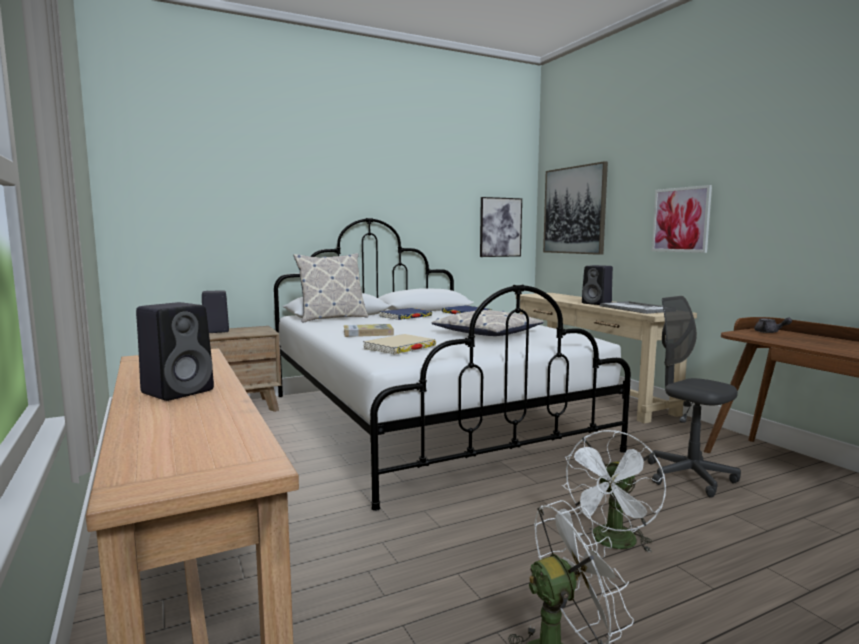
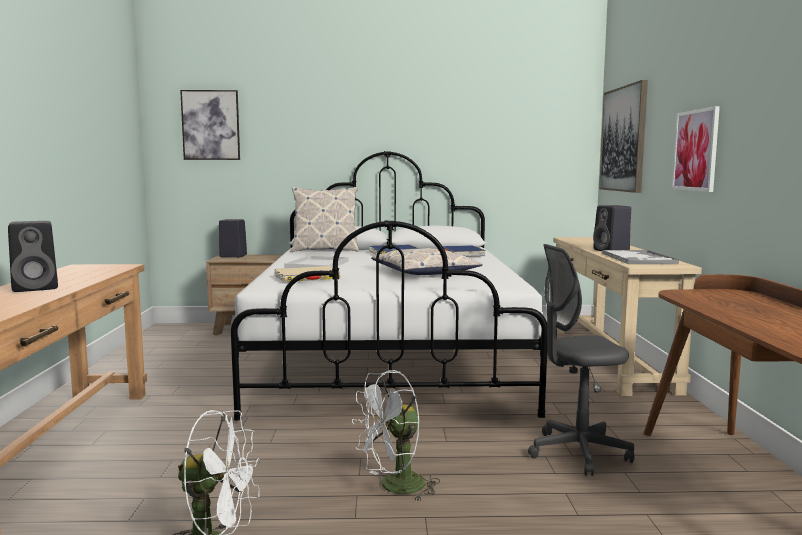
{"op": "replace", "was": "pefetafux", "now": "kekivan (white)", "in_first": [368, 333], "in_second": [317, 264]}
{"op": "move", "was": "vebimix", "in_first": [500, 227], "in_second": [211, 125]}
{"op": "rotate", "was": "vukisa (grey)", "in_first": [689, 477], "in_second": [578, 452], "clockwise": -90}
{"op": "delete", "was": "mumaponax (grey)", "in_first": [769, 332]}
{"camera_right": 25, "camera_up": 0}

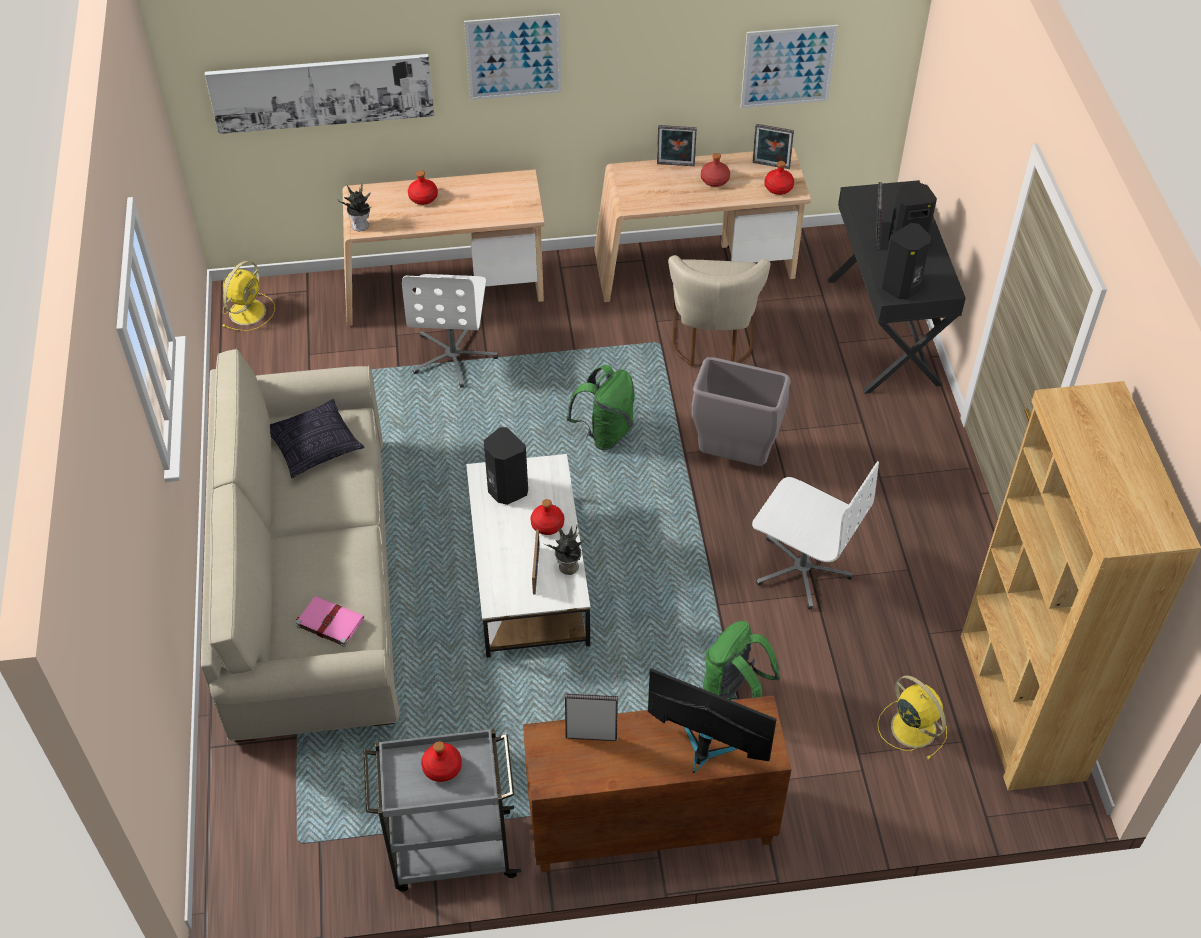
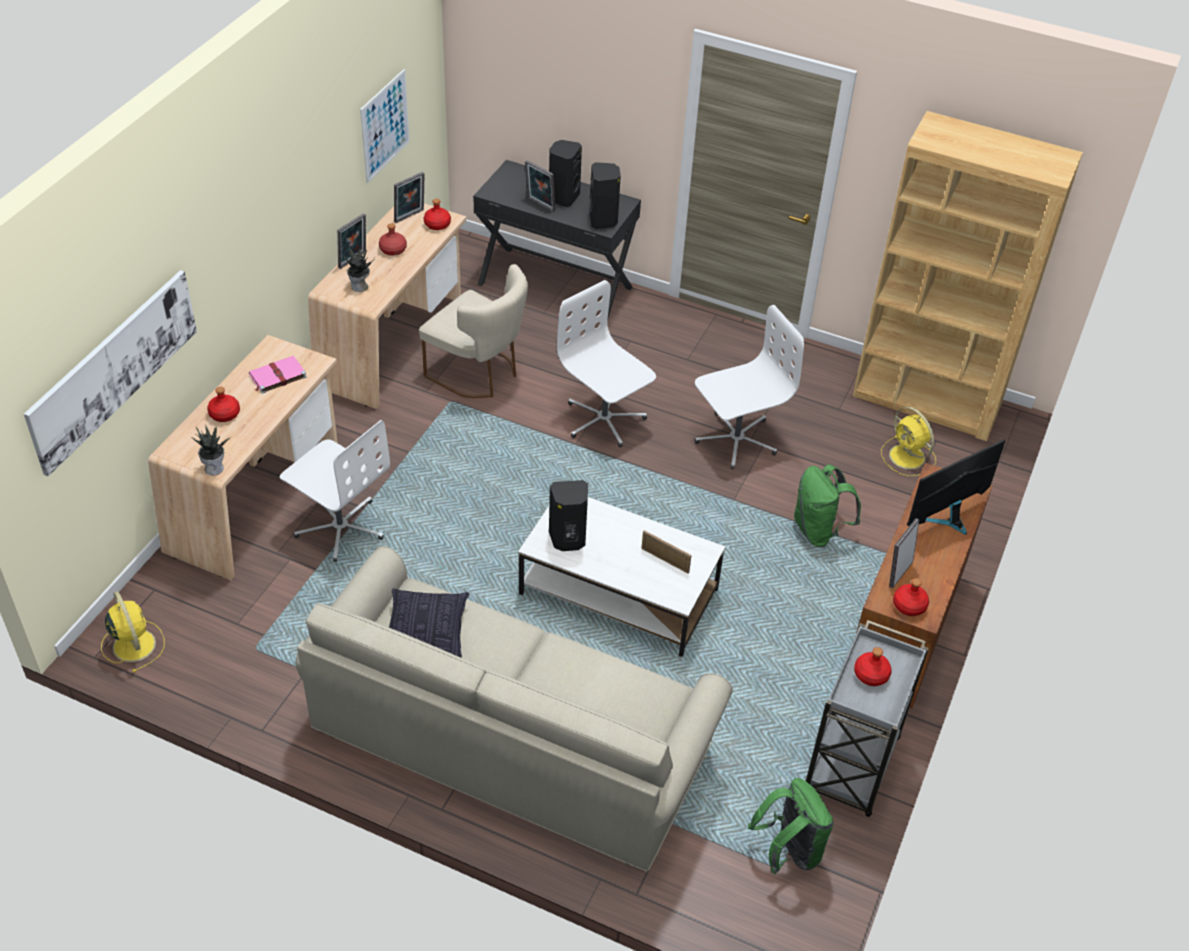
{"op": "move", "was": "pefetafux (pink)", "in_first": [329, 622], "in_second": [277, 376]}
{"op": "delete", "was": "vebimix", "in_first": [514, 57]}
{"op": "move", "was": "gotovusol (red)", "in_first": [548, 524], "in_second": [909, 605]}
{"op": "move", "was": "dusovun", "in_first": [568, 567], "in_second": [360, 287]}
{"op": "move", "was": "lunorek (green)", "in_first": [605, 432], "in_second": [788, 851]}
{"op": "replace", "was": "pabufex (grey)", "now": "vukisa (white)", "in_first": [734, 457], "in_second": [604, 420]}
{"op": "rotate", "was": "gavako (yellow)", "in_first": [911, 726], "in_second": [908, 457], "clockwise": -120}
{"camera_right": -60, "camera_up": -5}

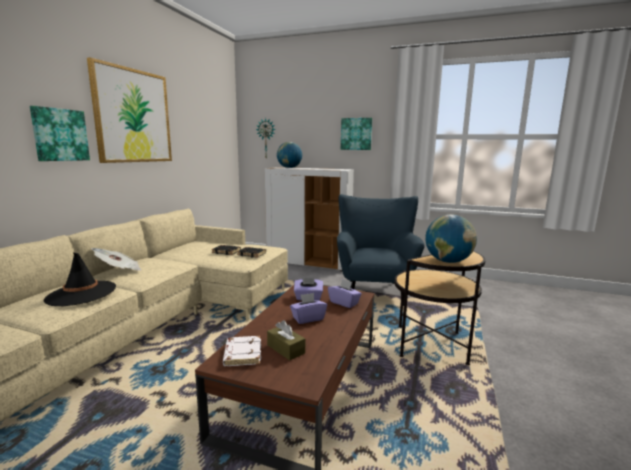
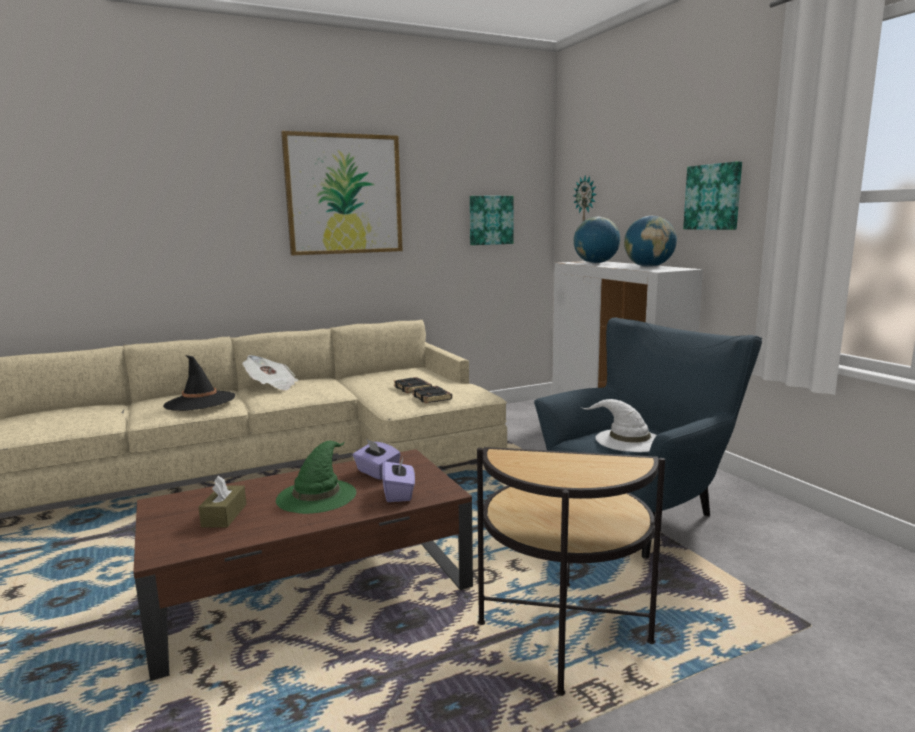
{"op": "move", "was": "vebimix", "in_first": [60, 135], "in_second": [490, 220]}
{"op": "delete", "was": "pefetafux (white)", "in_first": [242, 354]}
{"op": "replace", "was": "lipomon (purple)", "now": "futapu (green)", "in_first": [308, 318], "in_second": [317, 495]}
{"op": "move", "was": "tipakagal", "in_first": [448, 261], "in_second": [648, 266]}
{"op": "insert", "now": "futapu (white)", "in_second": [628, 440]}
{"camera_right": 45, "camera_up": 0}

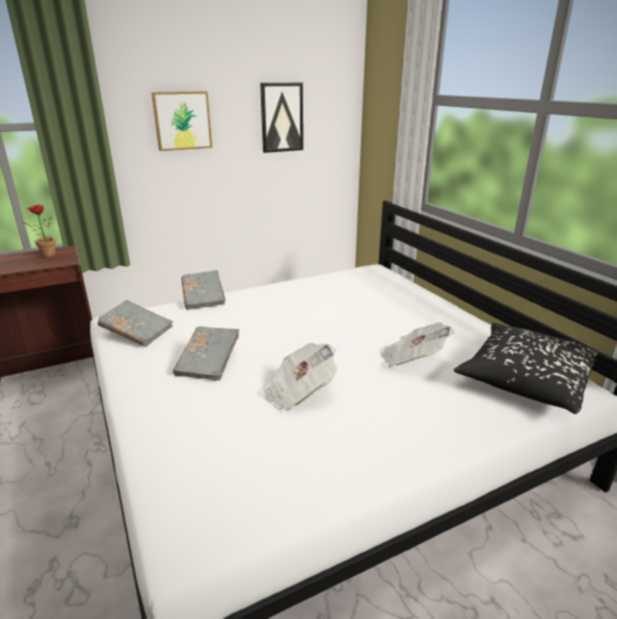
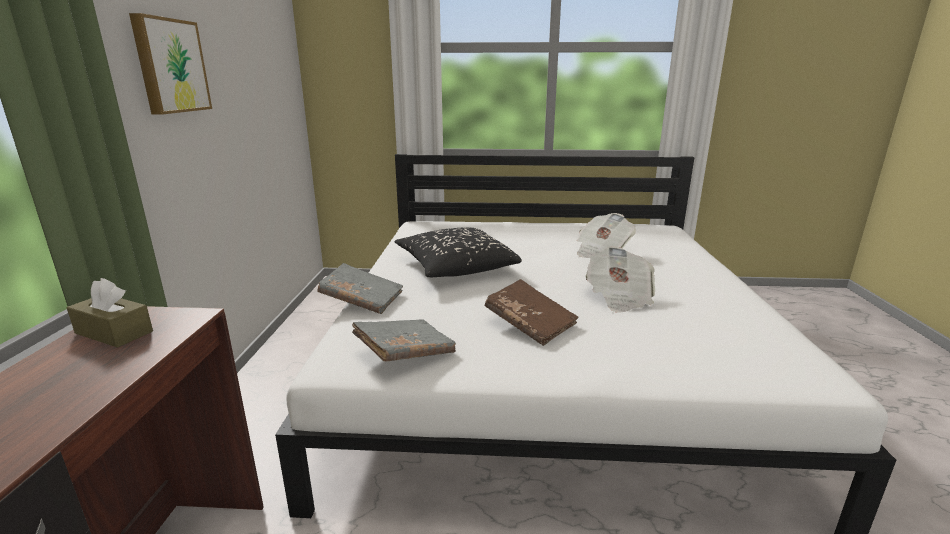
{"op": "replace", "was": "dusovun", "now": "lipomon (brown)", "in_first": [45, 255], "in_second": [114, 332]}
{"op": "recolor", "was": "pefetafux (grey)", "now": "pefetafux (brown)", "in_first": [209, 362], "in_second": [530, 324]}
{"op": "delete", "was": "vebimix", "in_first": [281, 117]}
{"op": "move", "was": "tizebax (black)", "in_first": [525, 378], "in_second": [455, 266]}
{"camera_right": -60, "camera_up": -5}

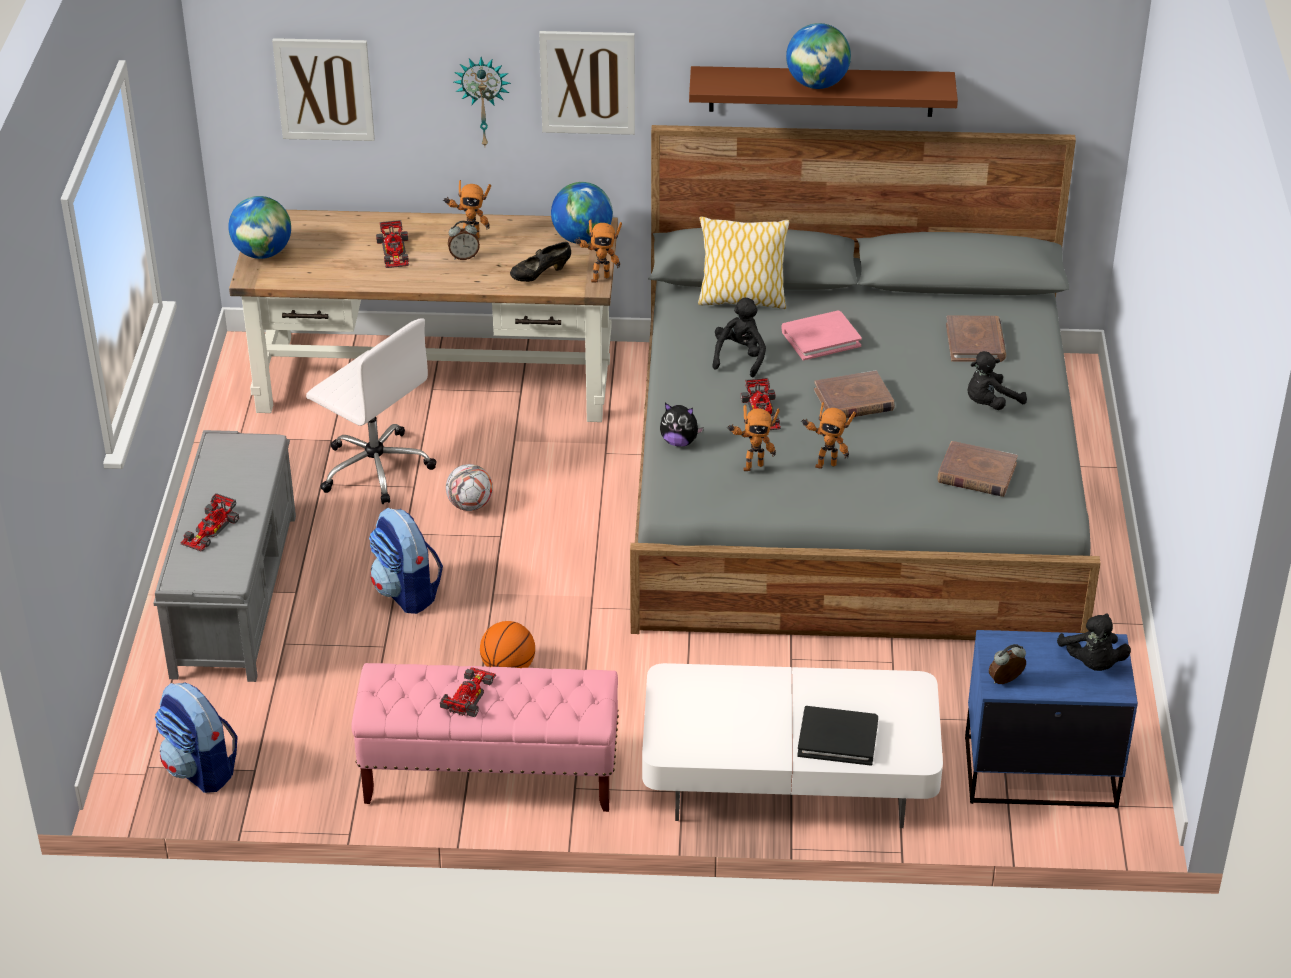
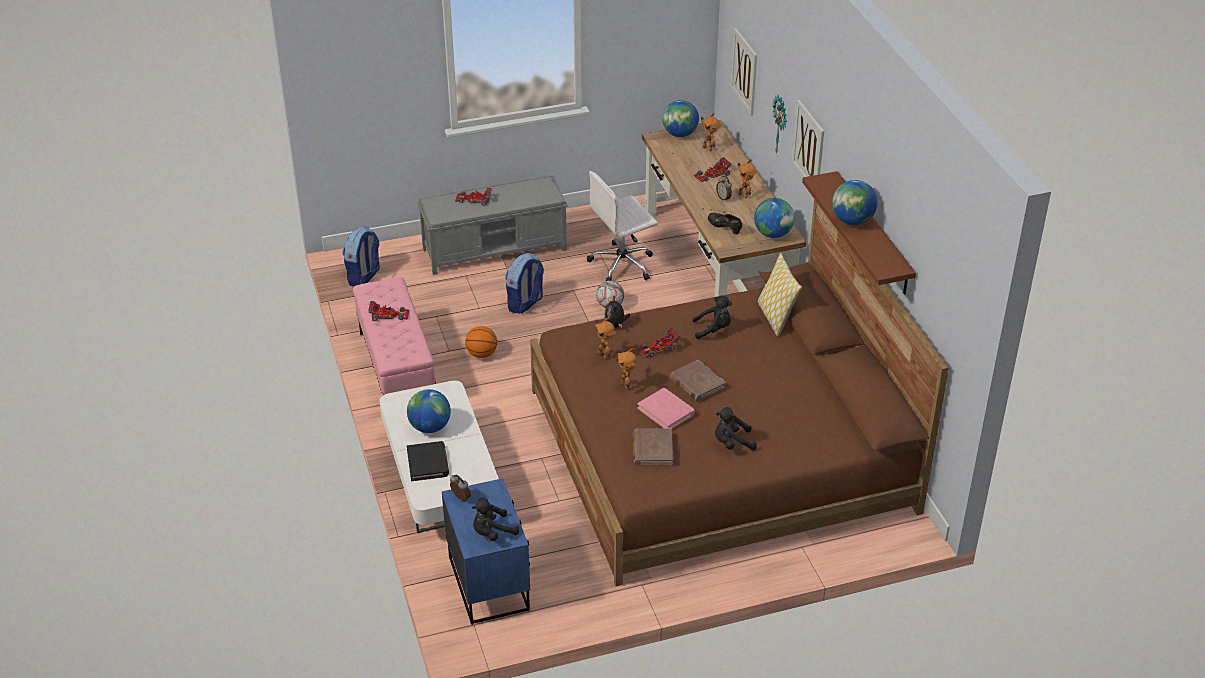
{"op": "rotate", "was": "vukisa (white)", "in_first": [374, 467], "in_second": [623, 264], "clockwise": 45}
{"op": "move", "was": "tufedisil", "in_first": [598, 278], "in_second": [708, 148]}
{"op": "recolor", "was": "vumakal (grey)", "now": "vumakal (brown)", "in_first": [853, 483], "in_second": [720, 450]}
{"op": "move", "was": "pefetafux (pink)", "in_first": [820, 338], "in_second": [666, 411]}
{"op": "delete", "was": "pefetafux (brown)", "in_first": [975, 342]}
{"op": "rotate", "was": "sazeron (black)", "in_first": [990, 404], "in_second": [732, 443], "clockwise": -45}
{"op": "insert", "now": "tipakagal", "in_second": [430, 427]}
{"camera_right": 70, "camera_up": 0}

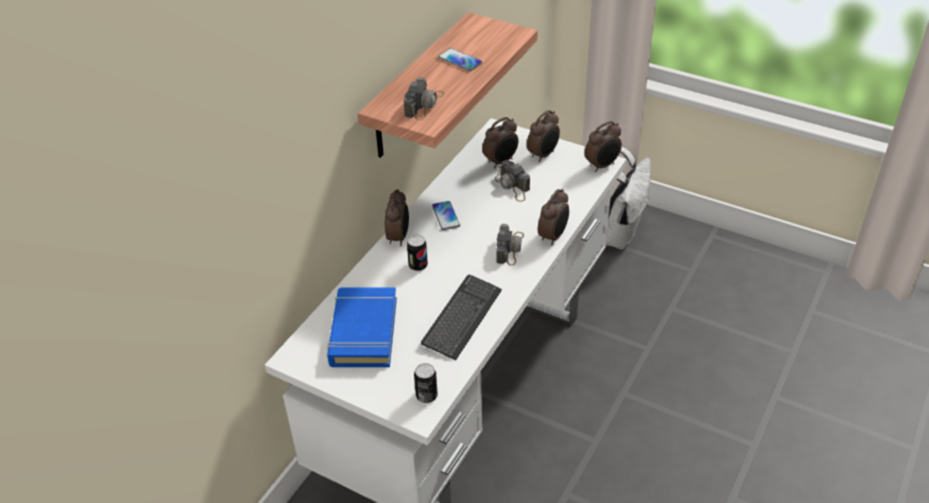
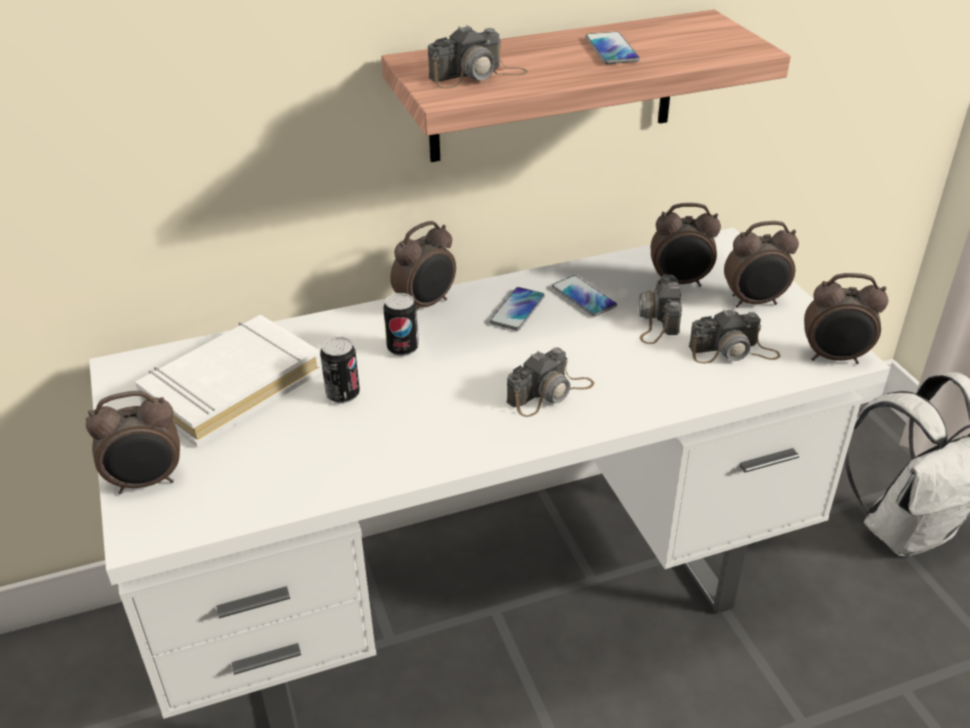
{"op": "recolor", "was": "pefetafux (blue)", "now": "pefetafux (white)", "in_first": [363, 332], "in_second": [231, 387]}
{"op": "move", "was": "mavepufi", "in_first": [426, 396], "in_second": [343, 394]}
{"op": "delete", "was": "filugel", "in_first": [462, 318]}
{"op": "move", "was": "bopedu", "in_first": [553, 236], "in_second": [147, 482]}
{"op": "insert", "now": "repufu", "in_second": [583, 297]}
{"op": "insert", "now": "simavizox", "in_second": [733, 351]}
{"camera_right": 40, "camera_up": -5}

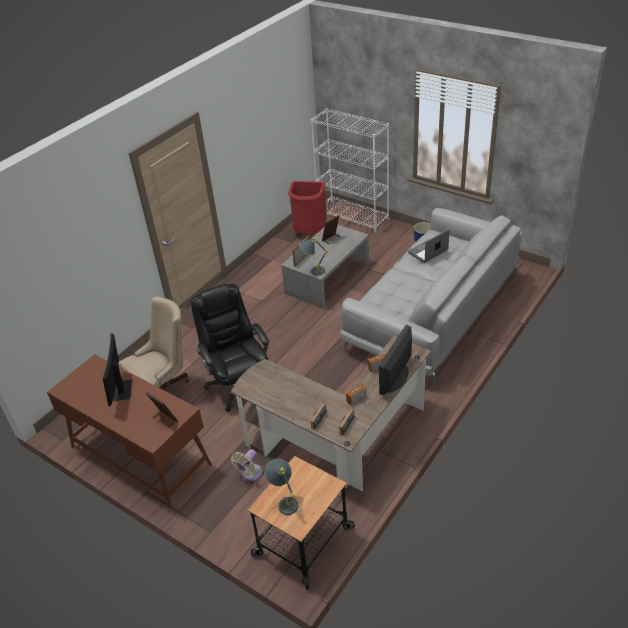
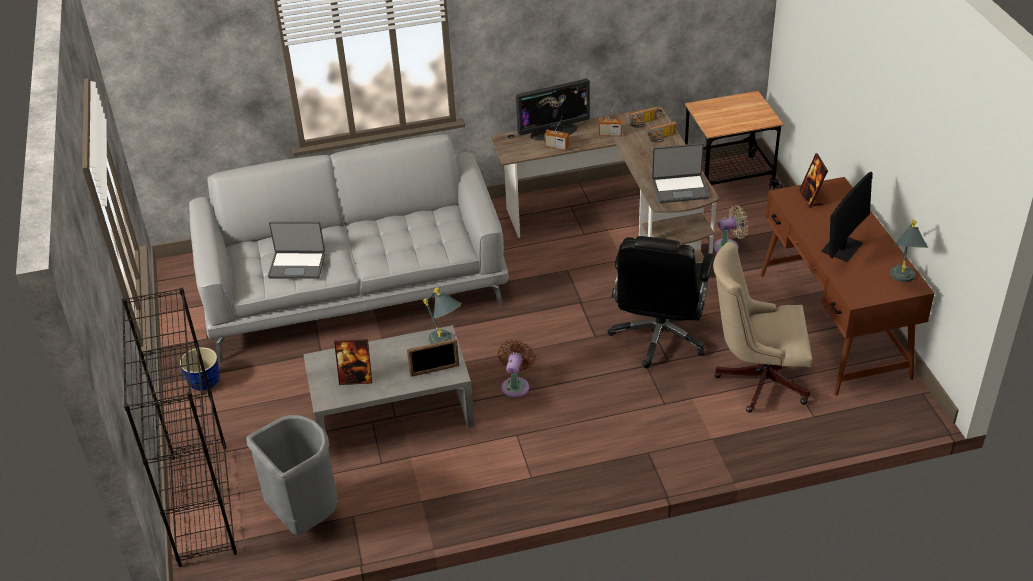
{"op": "move", "was": "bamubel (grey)", "in_first": [284, 500], "in_second": [902, 280]}
{"op": "recolor", "was": "pabufex (red)", "now": "pabufex (grey)", "in_first": [309, 233], "in_second": [305, 516]}
{"op": "recolor", "was": "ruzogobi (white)", "now": "ruzogobi (black)", "in_first": [353, 216], "in_second": [202, 503]}
{"op": "insert", "now": "gavako (brown)", "in_second": [516, 385]}
{"op": "insert", "now": "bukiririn", "in_second": [680, 189]}
{"camera_right": -140, "camera_up": 0}

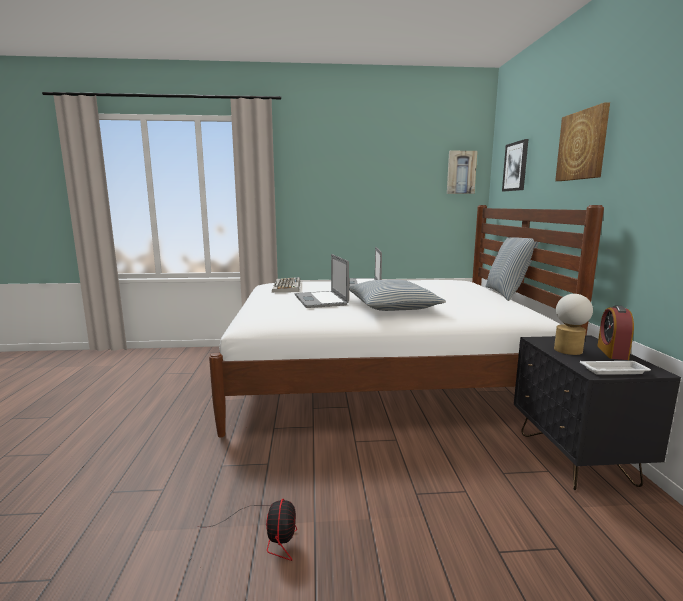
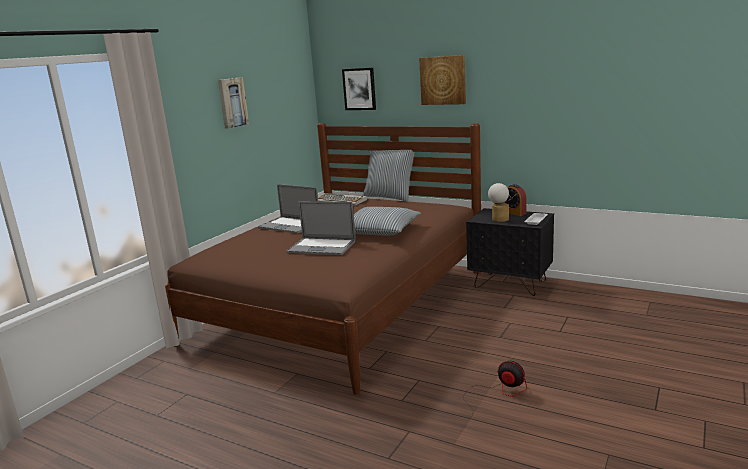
{"op": "recolor", "was": "vumakal (white)", "now": "vumakal (brown)", "in_first": [378, 378], "in_second": [342, 305]}
{"op": "move", "was": "filugel", "in_first": [287, 286], "in_second": [340, 200]}
{"op": "move", "was": "vebimix", "in_first": [461, 172], "in_second": [232, 102]}
{"camera_right": -55, "camera_up": 5}

